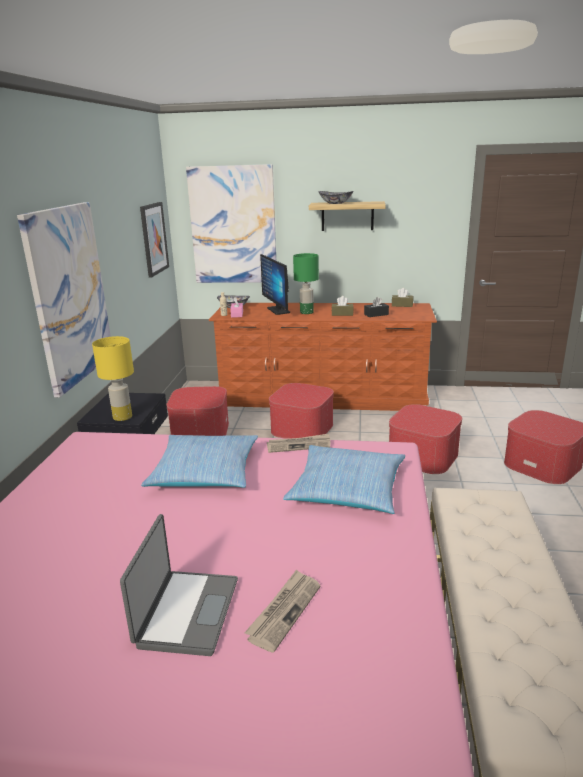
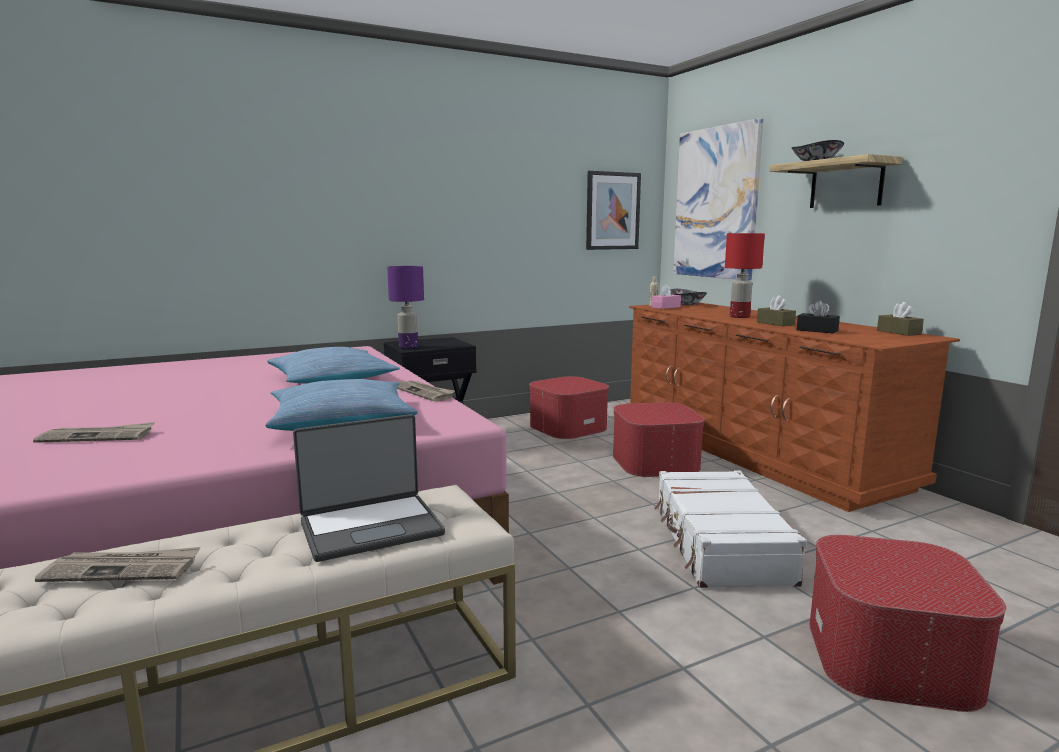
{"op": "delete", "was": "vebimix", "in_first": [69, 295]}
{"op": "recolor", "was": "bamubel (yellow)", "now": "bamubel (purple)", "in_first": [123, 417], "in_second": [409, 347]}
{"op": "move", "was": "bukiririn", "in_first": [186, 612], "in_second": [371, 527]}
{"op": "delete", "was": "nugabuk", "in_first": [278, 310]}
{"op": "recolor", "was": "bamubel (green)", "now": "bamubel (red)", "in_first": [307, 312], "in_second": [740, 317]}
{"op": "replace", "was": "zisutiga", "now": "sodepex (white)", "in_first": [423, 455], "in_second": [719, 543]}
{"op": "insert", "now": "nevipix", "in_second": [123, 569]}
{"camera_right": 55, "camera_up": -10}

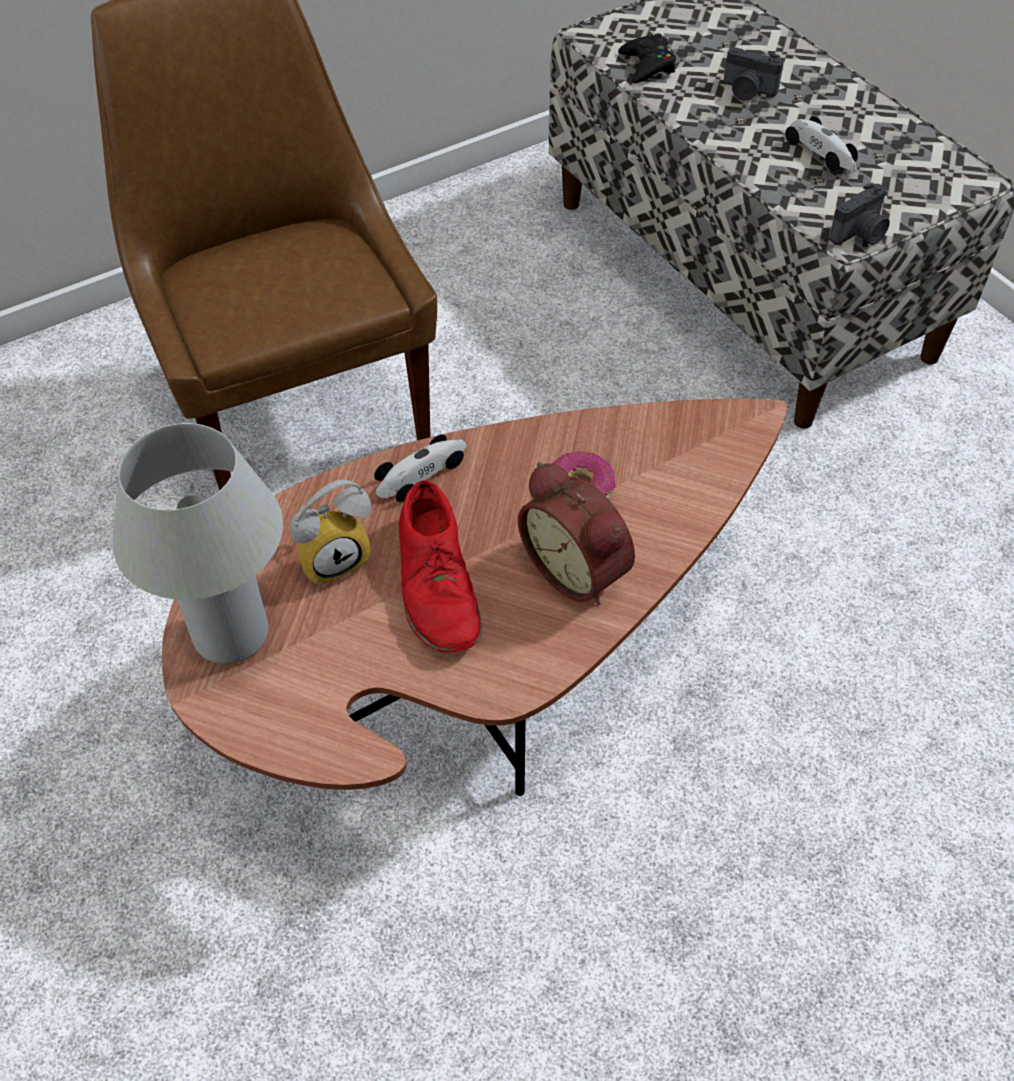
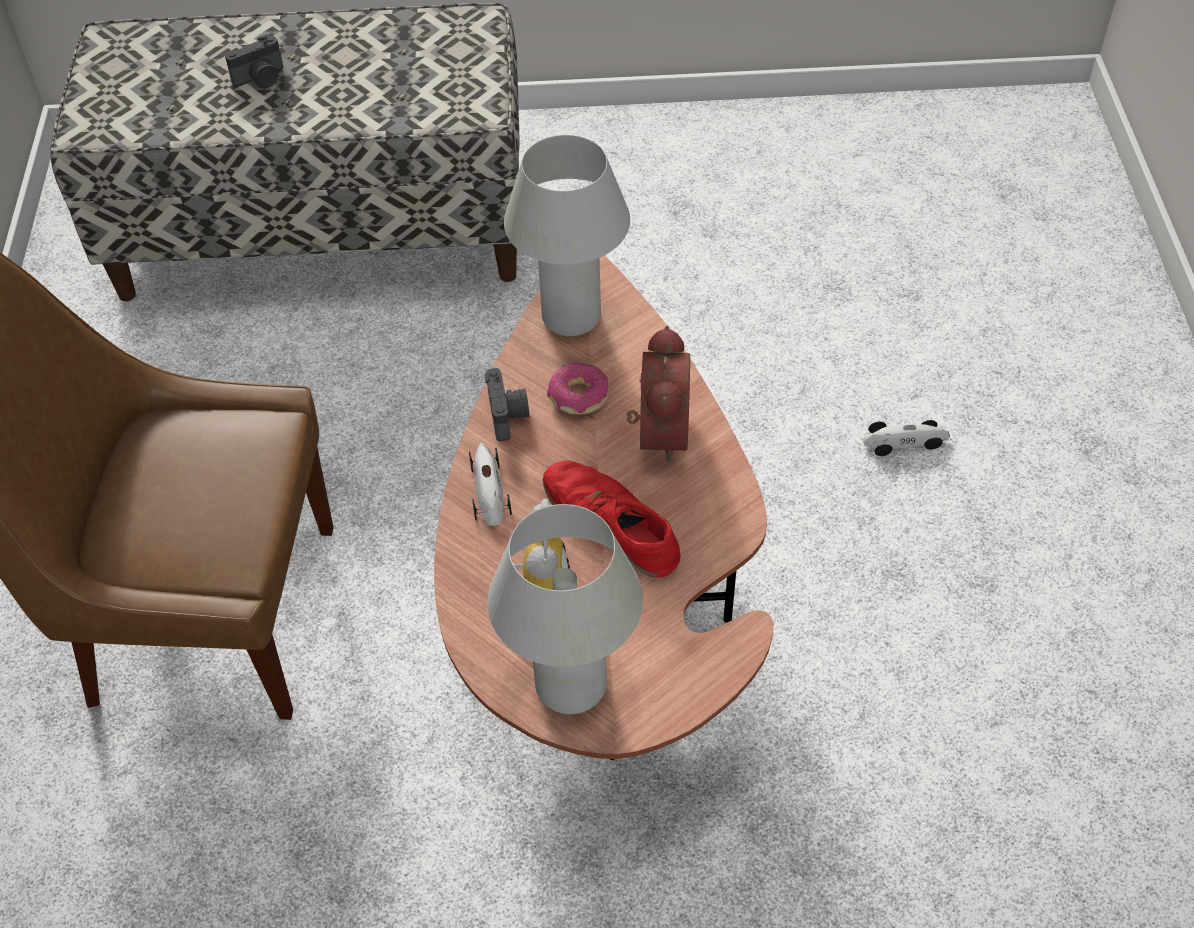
{"op": "rotate", "was": "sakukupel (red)", "in_first": [438, 584], "in_second": [611, 524], "clockwise": -150}
{"op": "rotate", "was": "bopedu", "in_first": [578, 570], "in_second": [657, 432], "clockwise": -75}
{"op": "delete", "was": "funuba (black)", "in_first": [647, 65]}
{"op": "move", "was": "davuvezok", "in_first": [821, 153], "in_second": [905, 442]}
{"op": "move", "was": "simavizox", "in_first": [860, 234], "in_second": [509, 415]}
{"op": "insert", "now": "bamubel (white)", "in_second": [571, 317]}
{"camera_right": -60, "camera_up": 0}

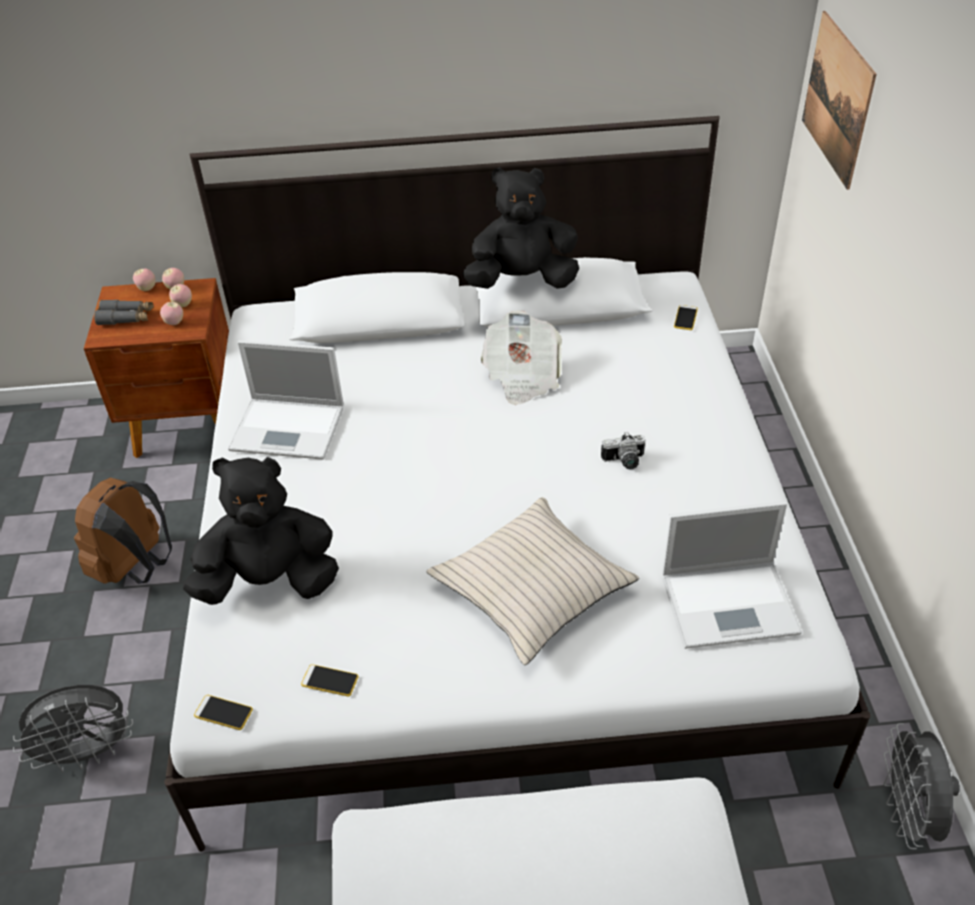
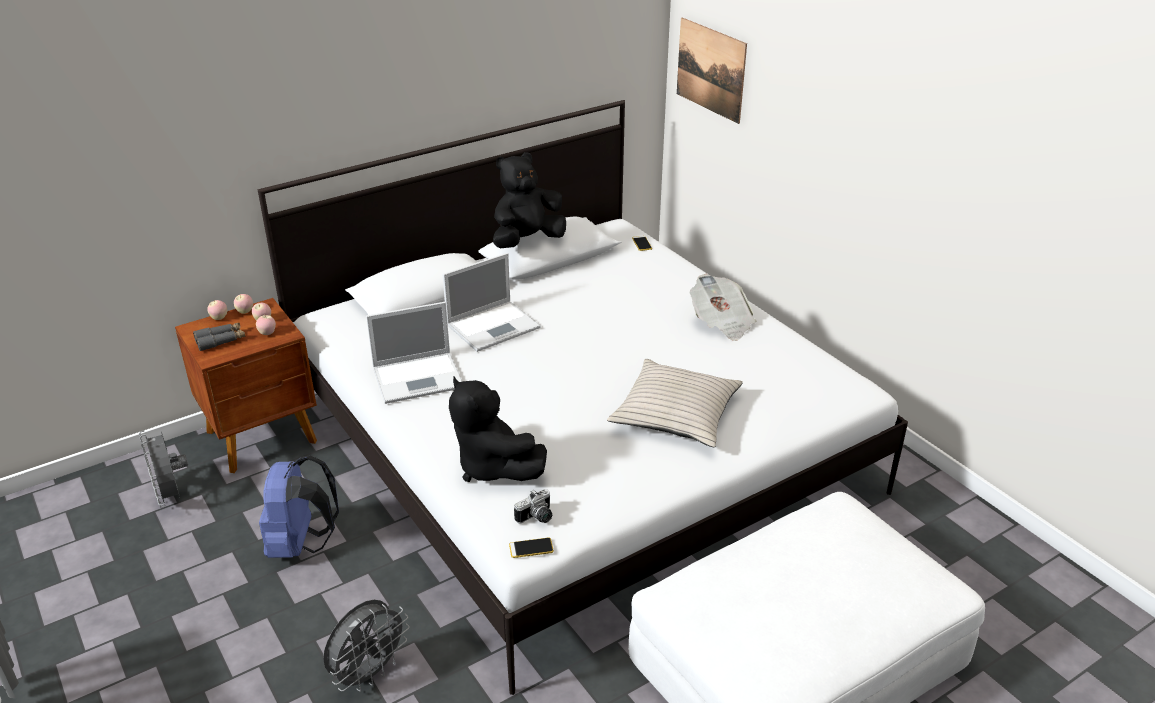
{"op": "recolor", "was": "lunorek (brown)", "now": "lunorek (blue)", "in_first": [136, 567], "in_second": [301, 544]}
{"op": "rotate", "was": "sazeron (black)", "in_first": [270, 581], "in_second": [493, 467], "clockwise": -90}
{"op": "delete", "was": "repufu", "in_first": [330, 681]}
{"op": "move", "was": "nevipix", "in_first": [522, 376], "in_second": [721, 323]}
{"op": "move", "was": "simavizox", "in_first": [624, 462], "in_second": [537, 518]}
{"op": "move", "was": "bukiririn", "in_first": [731, 603], "in_second": [494, 326]}
{"op": "move", "was": "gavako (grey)", "in_first": [907, 814], "in_second": [171, 496]}
{"camera_right": -30, "camera_up": -10}

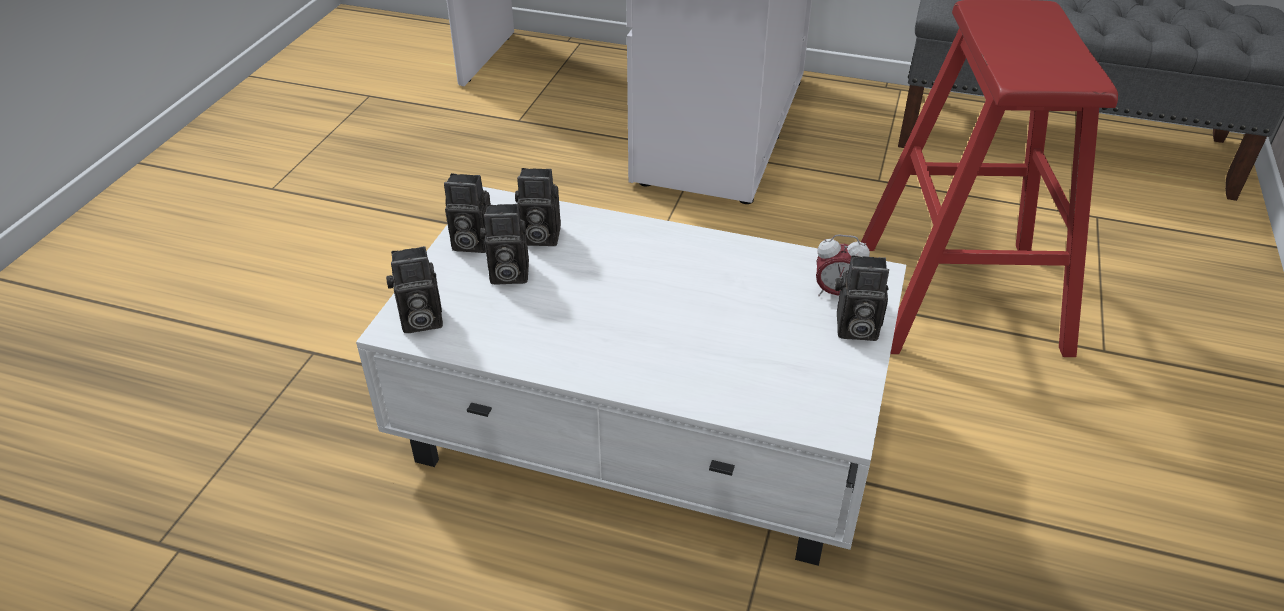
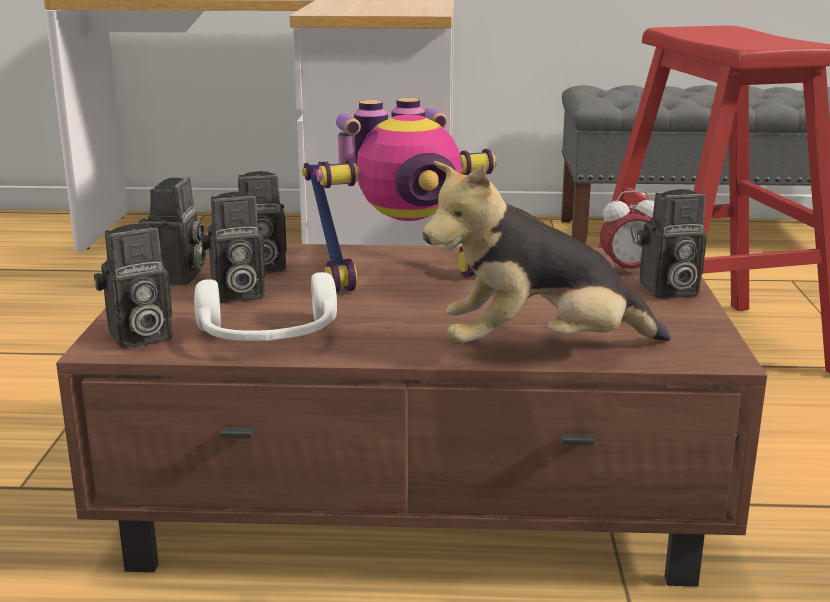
{"op": "recolor", "was": "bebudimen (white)", "now": "bebudimen (brown)", "in_first": [647, 426], "in_second": [420, 492]}
{"op": "rotate", "was": "simavizox", "in_first": [470, 243], "in_second": [176, 278], "clockwise": -75}
{"op": "insert", "now": "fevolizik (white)", "in_second": [268, 338]}
{"op": "insert", "now": "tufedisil", "in_second": [402, 275]}
{"op": "insert", "now": "sazeron", "in_second": [539, 351]}
{"camera_right": -15, "camera_up": -20}

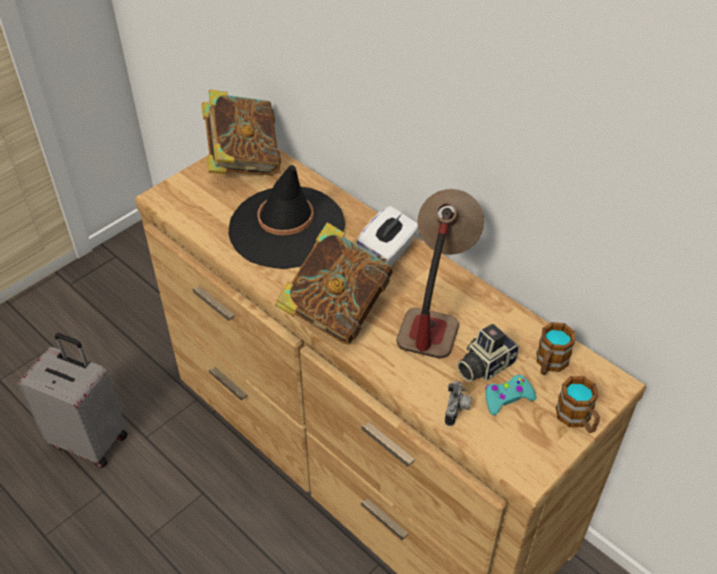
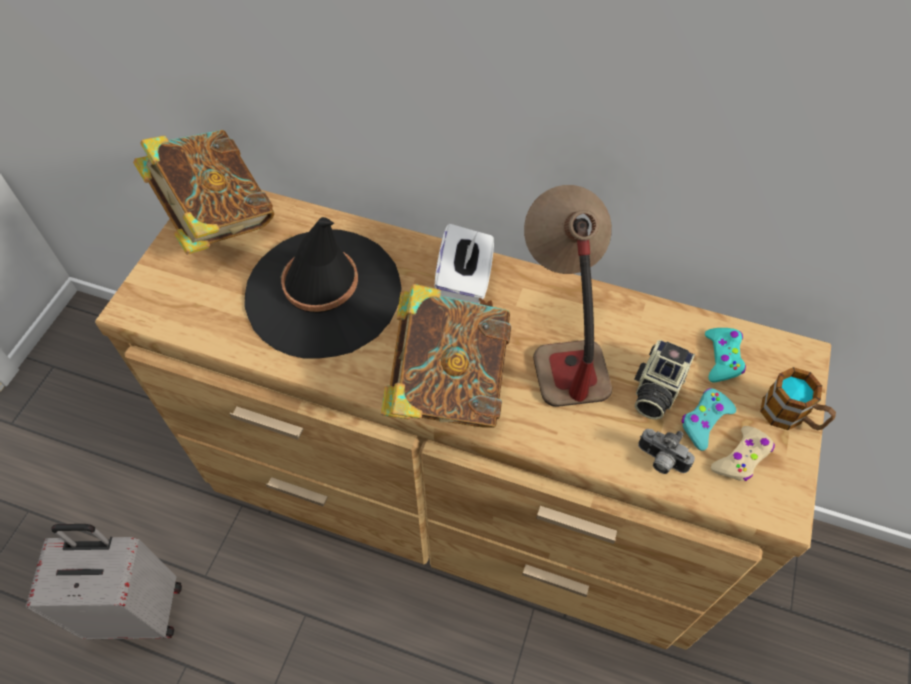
{"op": "rotate", "was": "simavizox", "in_first": [457, 410], "in_second": [660, 461], "clockwise": 135}
{"op": "replace", "was": "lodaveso", "now": "funuba (turquoise)", "in_first": [549, 364], "in_second": [722, 358]}
{"op": "insert", "now": "funuba (beige)", "in_second": [741, 458]}
{"camera_right": -25, "camera_up": 10}

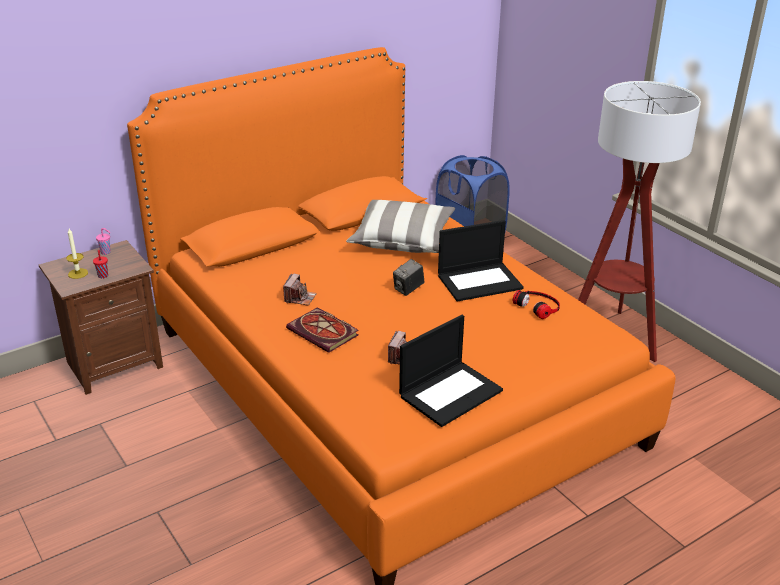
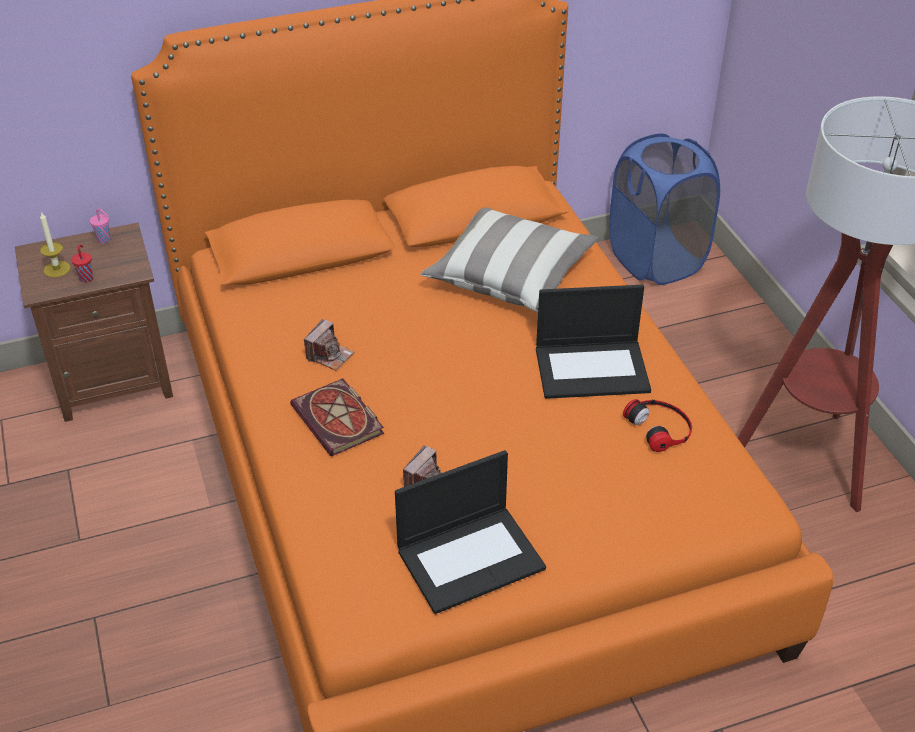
{"op": "delete", "was": "simavizox", "in_first": [408, 289]}
{"camera_right": 15, "camera_up": 10}

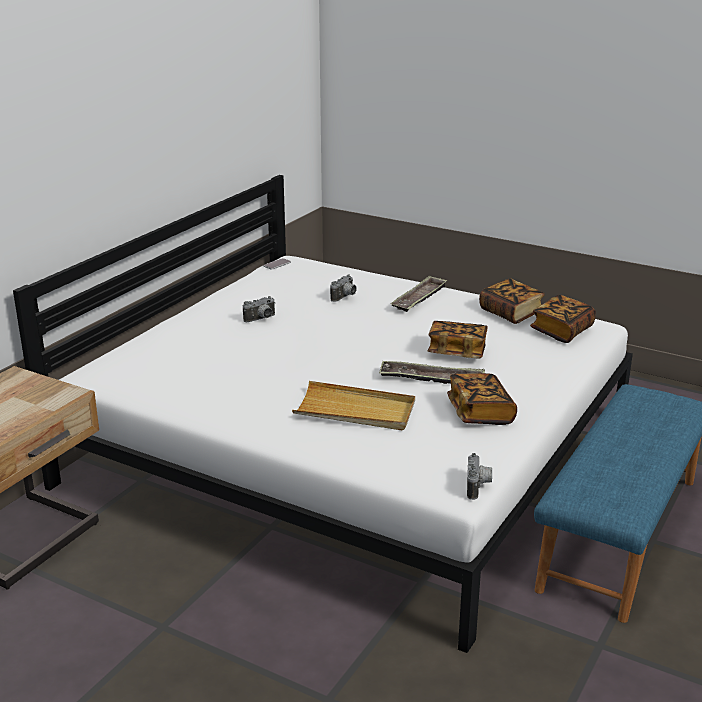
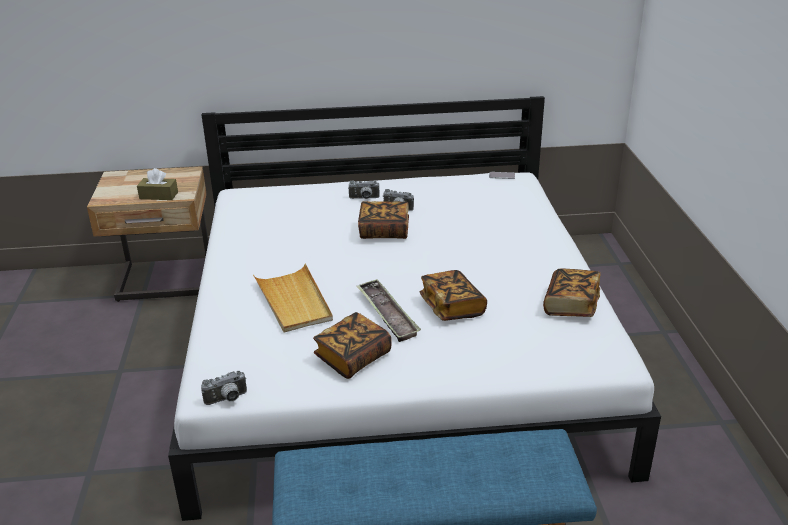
{"op": "move", "was": "simavizox", "in_first": [345, 297], "in_second": [364, 199]}
{"op": "delete", "was": "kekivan", "in_first": [419, 298]}
{"op": "move", "was": "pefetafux", "in_first": [561, 331], "in_second": [384, 231]}
{"op": "insert", "now": "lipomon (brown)", "in_second": [158, 195]}
{"camera_right": 55, "camera_up": 5}

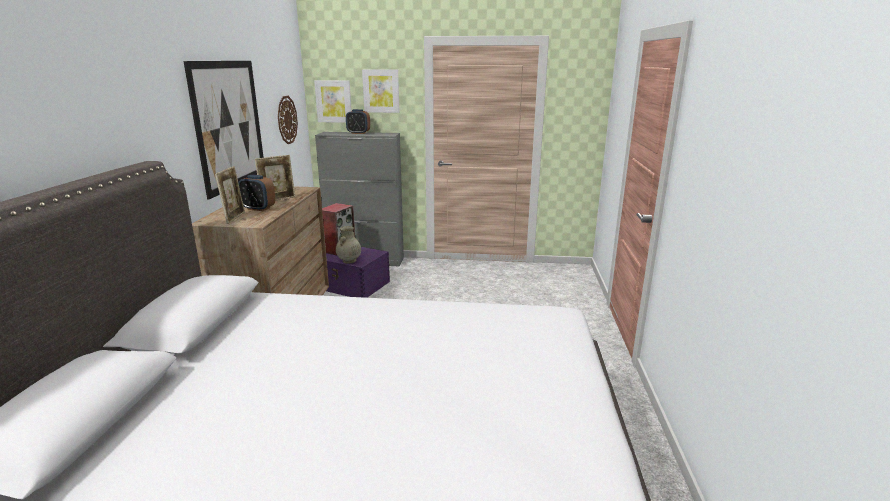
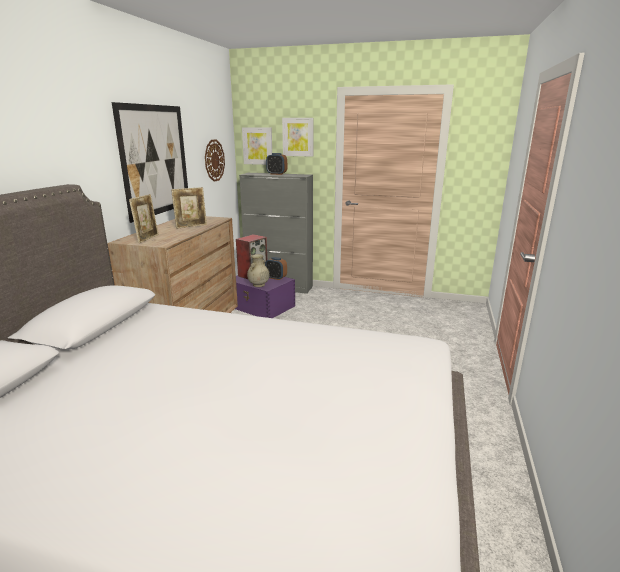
{"op": "move", "was": "bopedu", "in_first": [258, 208], "in_second": [276, 278]}
{"camera_right": 10, "camera_up": 0}

